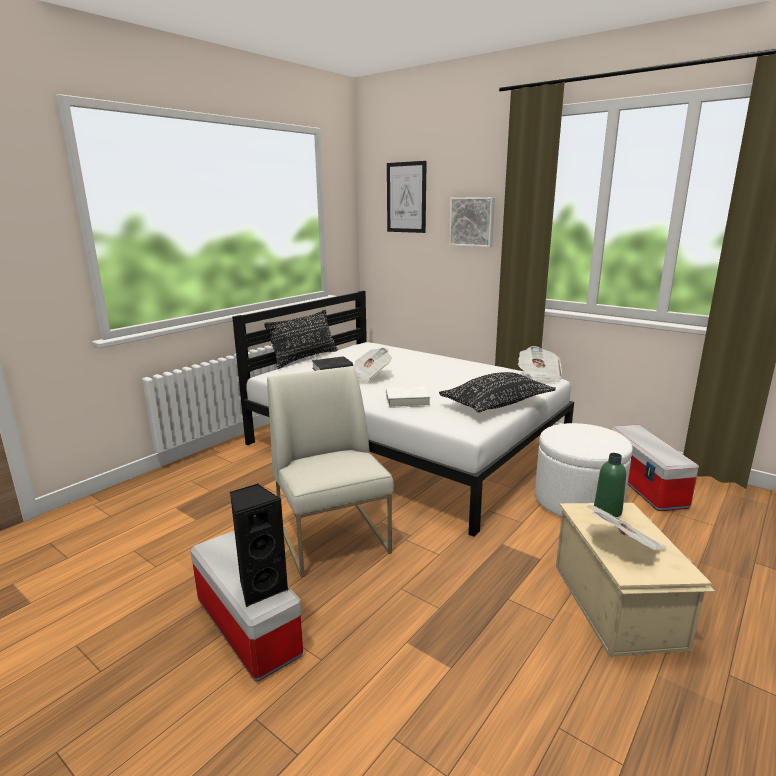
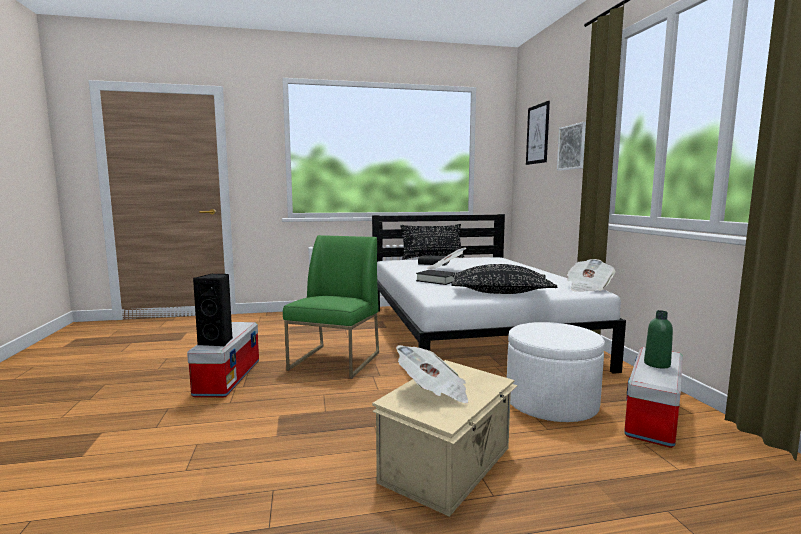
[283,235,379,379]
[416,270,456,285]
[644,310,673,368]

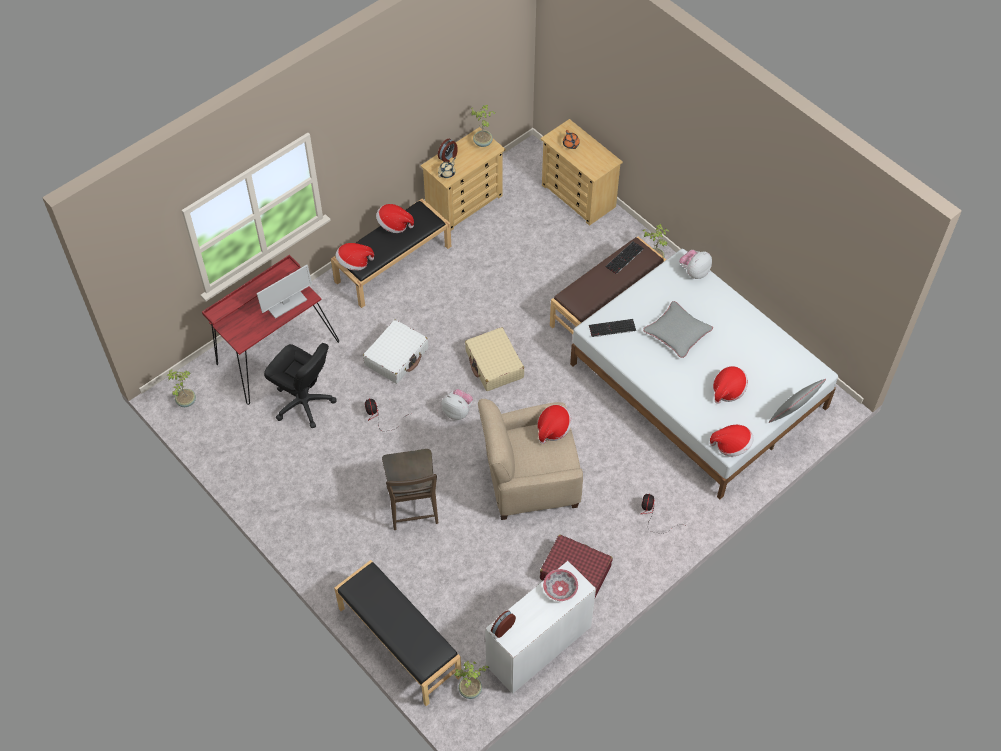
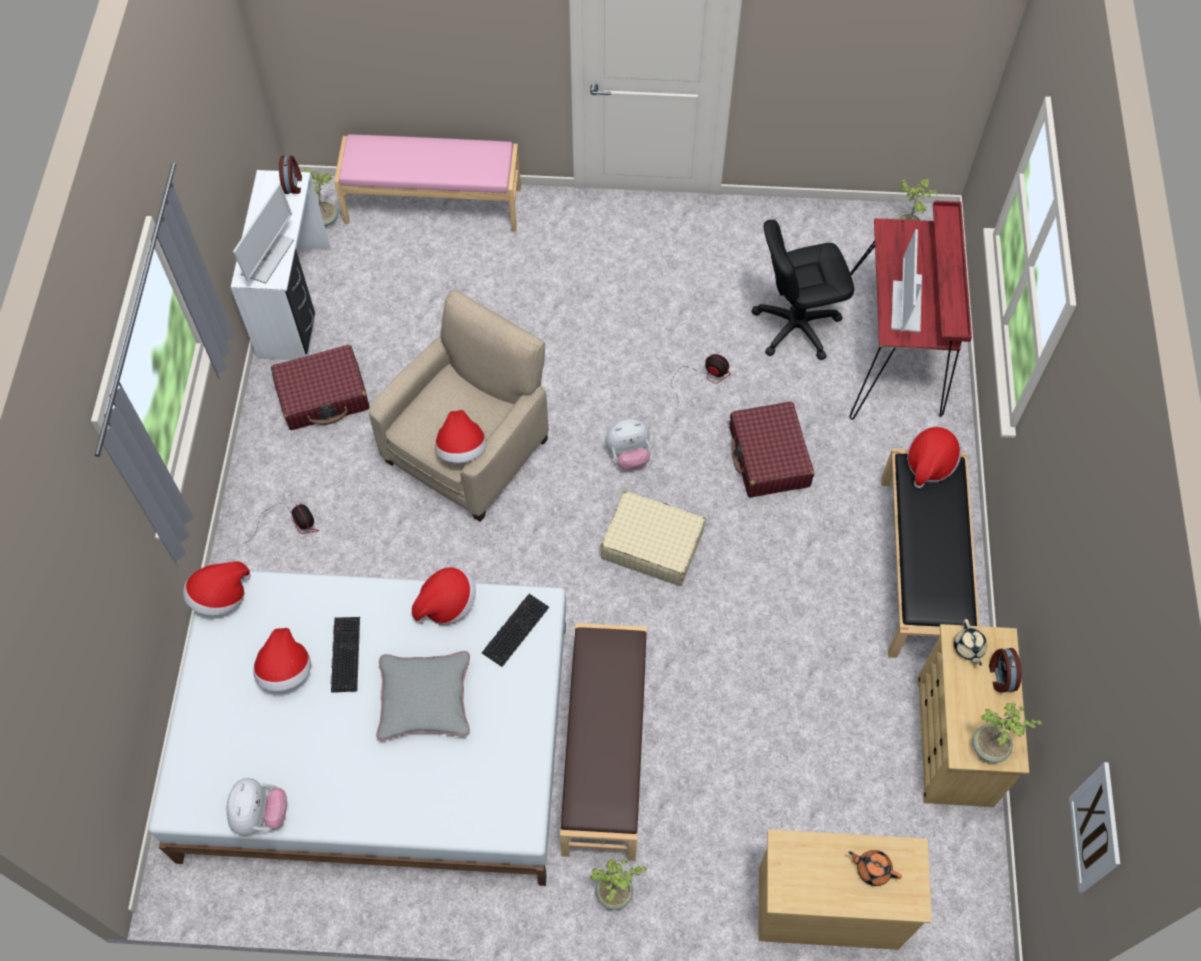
[334,134,521,232]
[730,402,814,497]
[412,567,476,625]
[382,449,438,530] (first image)
[233,183,294,284]
[331,617,360,693]
[227,778,287,835]
[769,379,826,423] (first image)
[1069,762,1120,893]

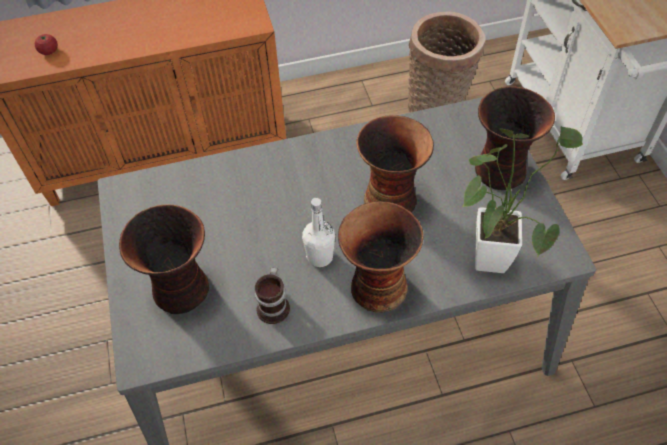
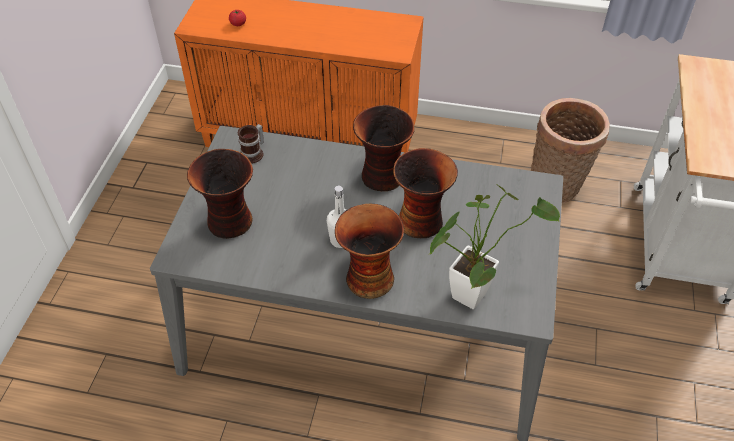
[238,124,264,164]
[353,105,415,191]

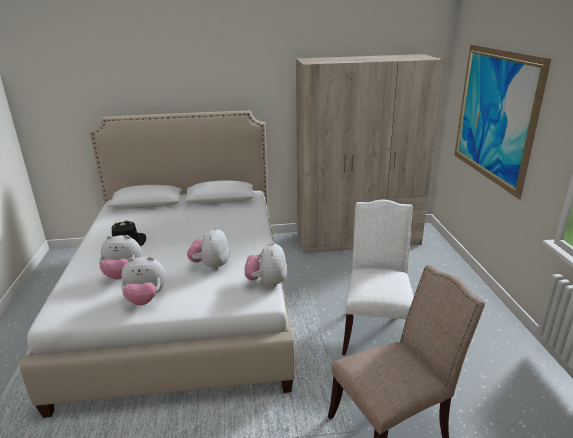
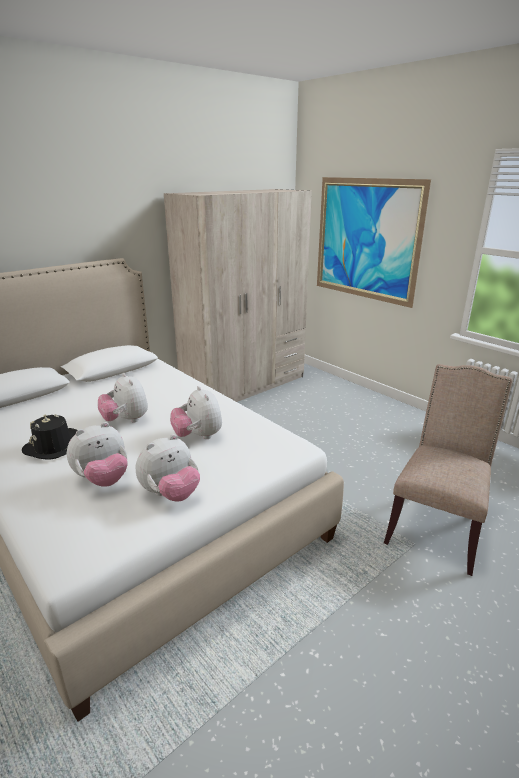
[98,373,148,423]
[342,200,414,355] (first image)

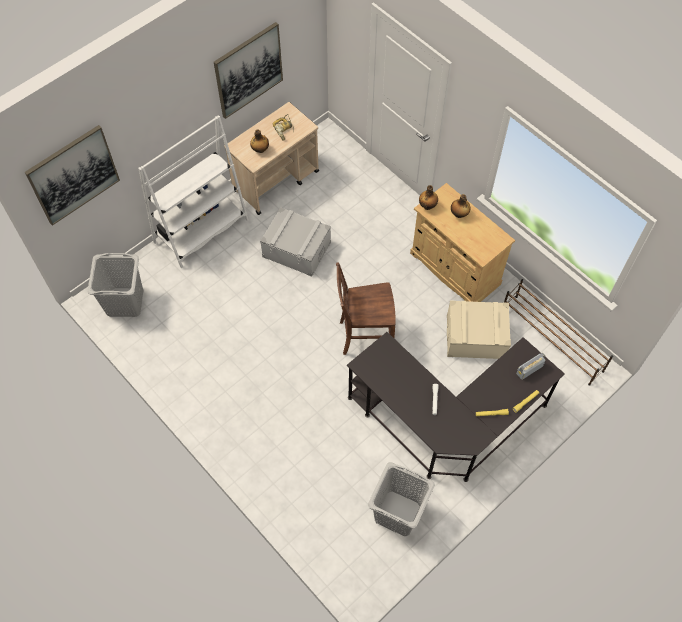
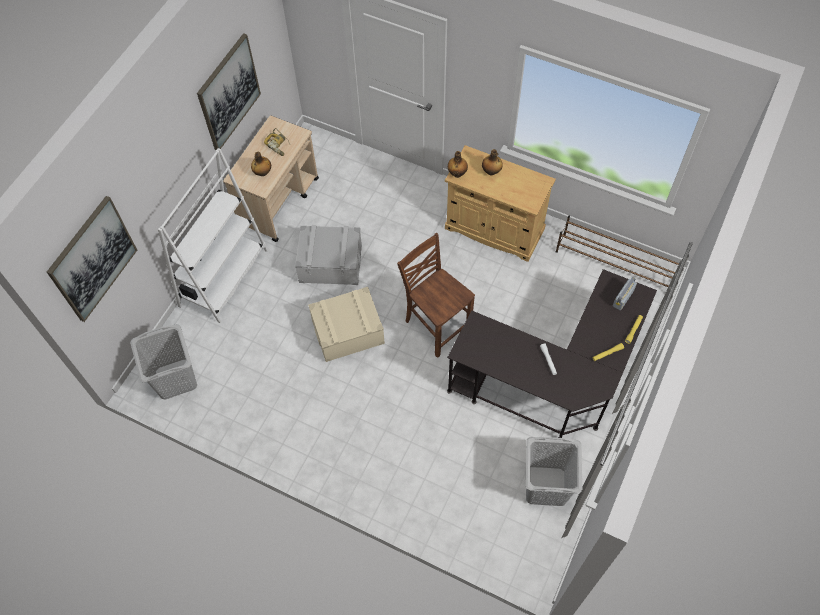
[397,233,475,358]
[308,287,385,362]

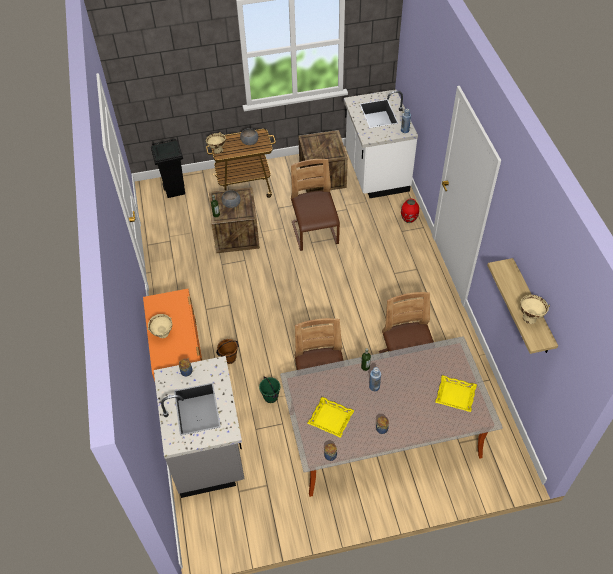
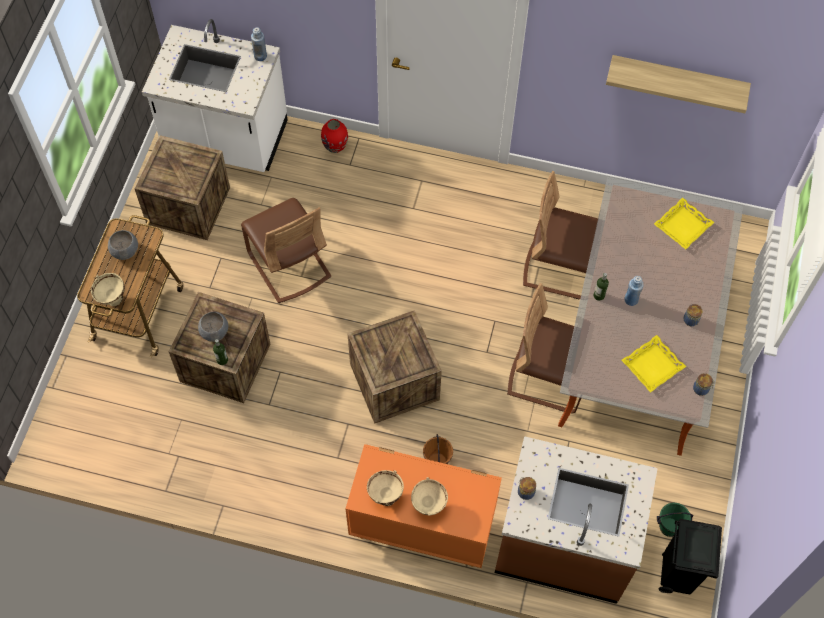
[659,519,722,594]
[495,436,658,604]
[657,503,694,537]
[241,198,331,303]
[367,470,404,506]
[347,310,442,424]

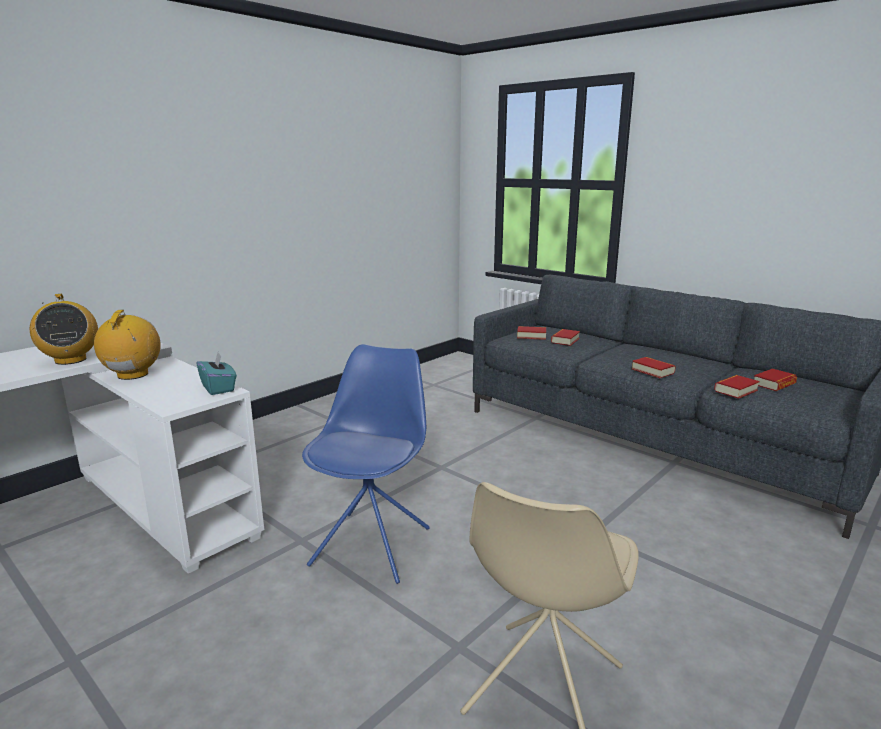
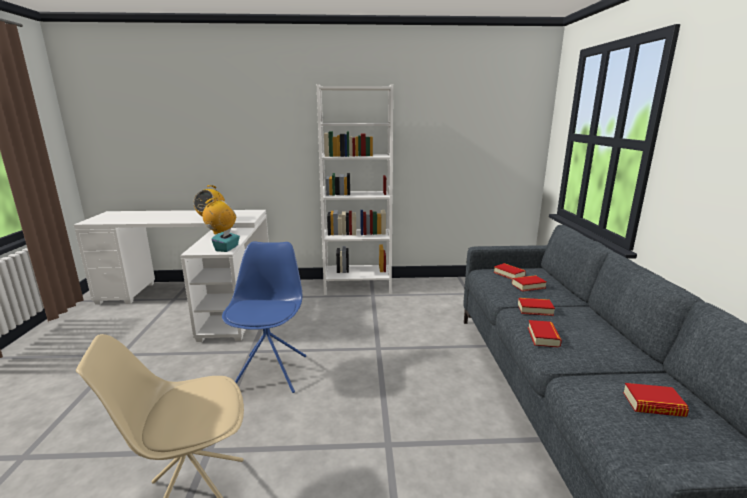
[222,241,306,393]
[518,298,555,316]
[317,84,393,295]

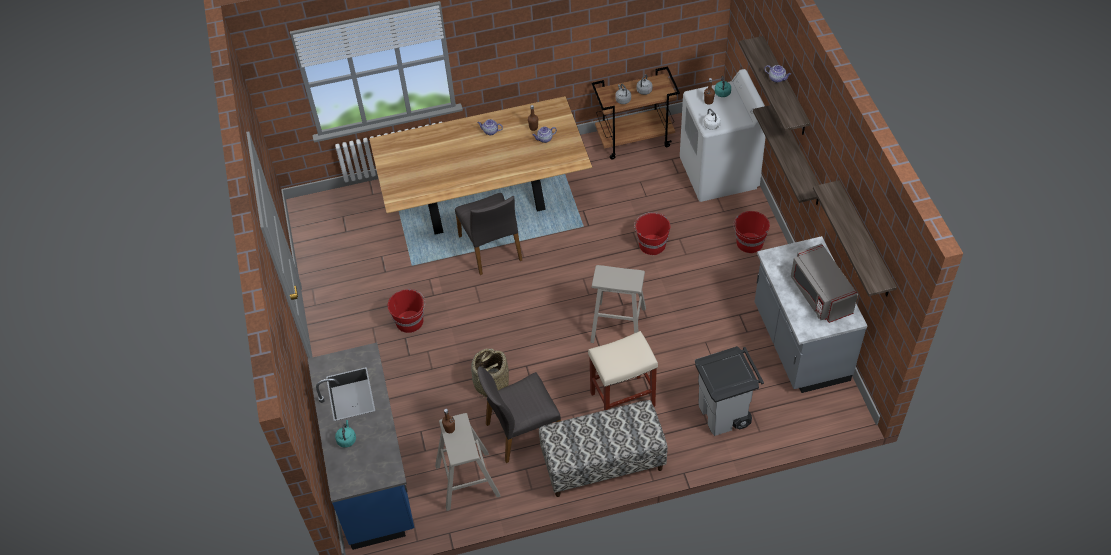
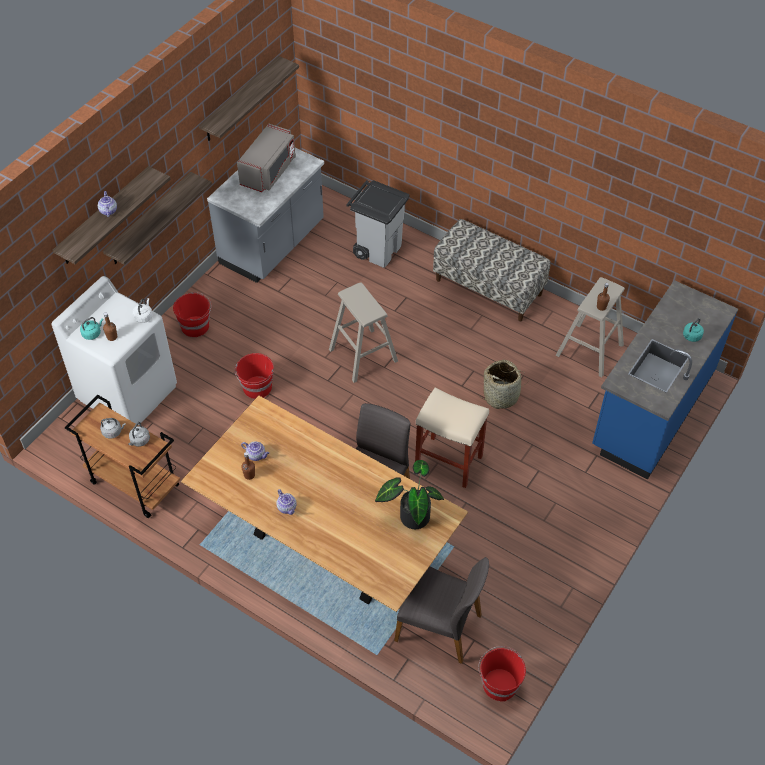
[478,646,526,702]
[394,557,489,664]
[415,388,489,488]
[375,460,444,529]

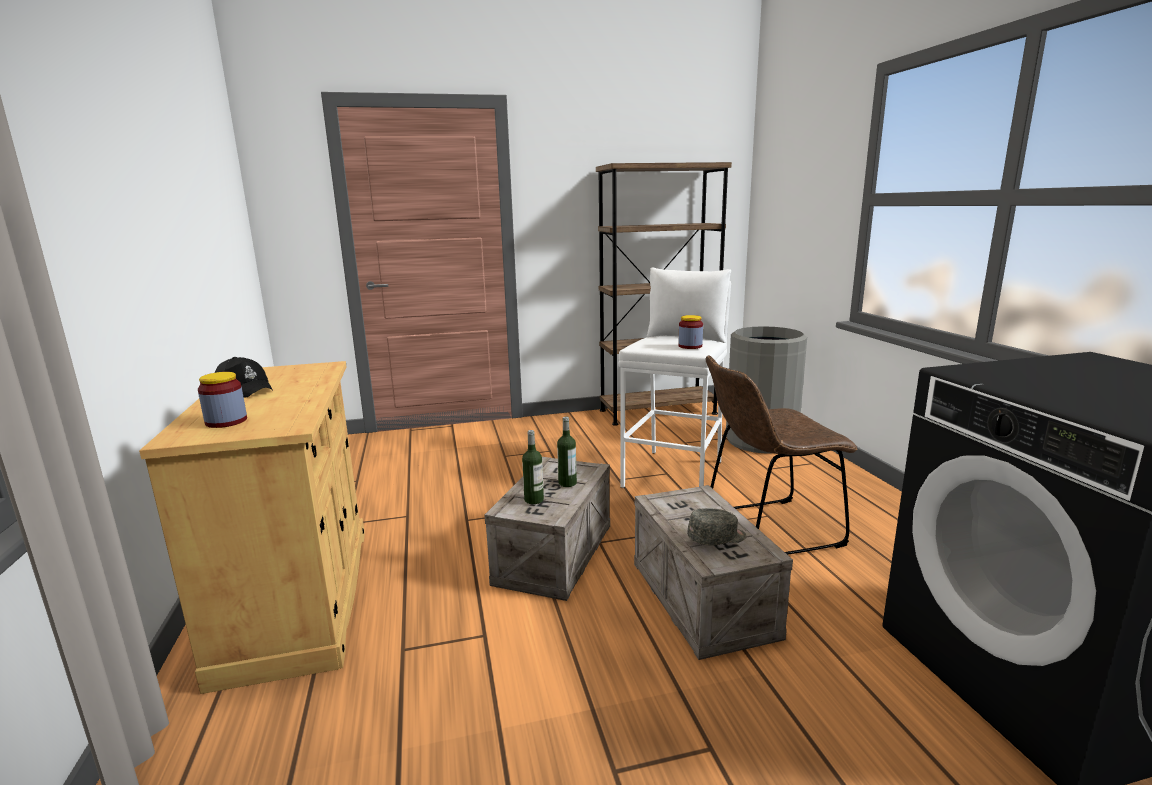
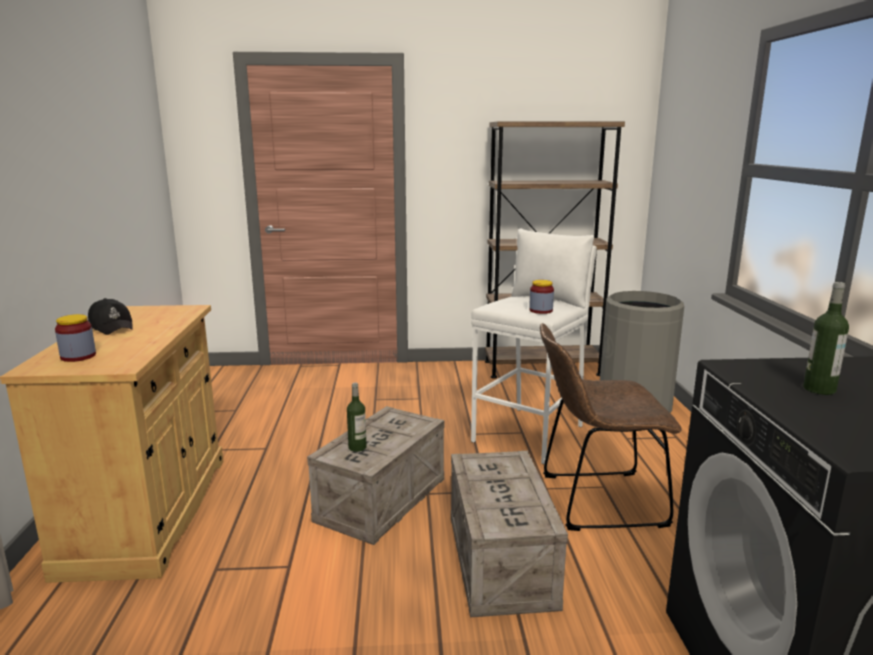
[803,282,849,395]
[687,508,746,545] (first image)

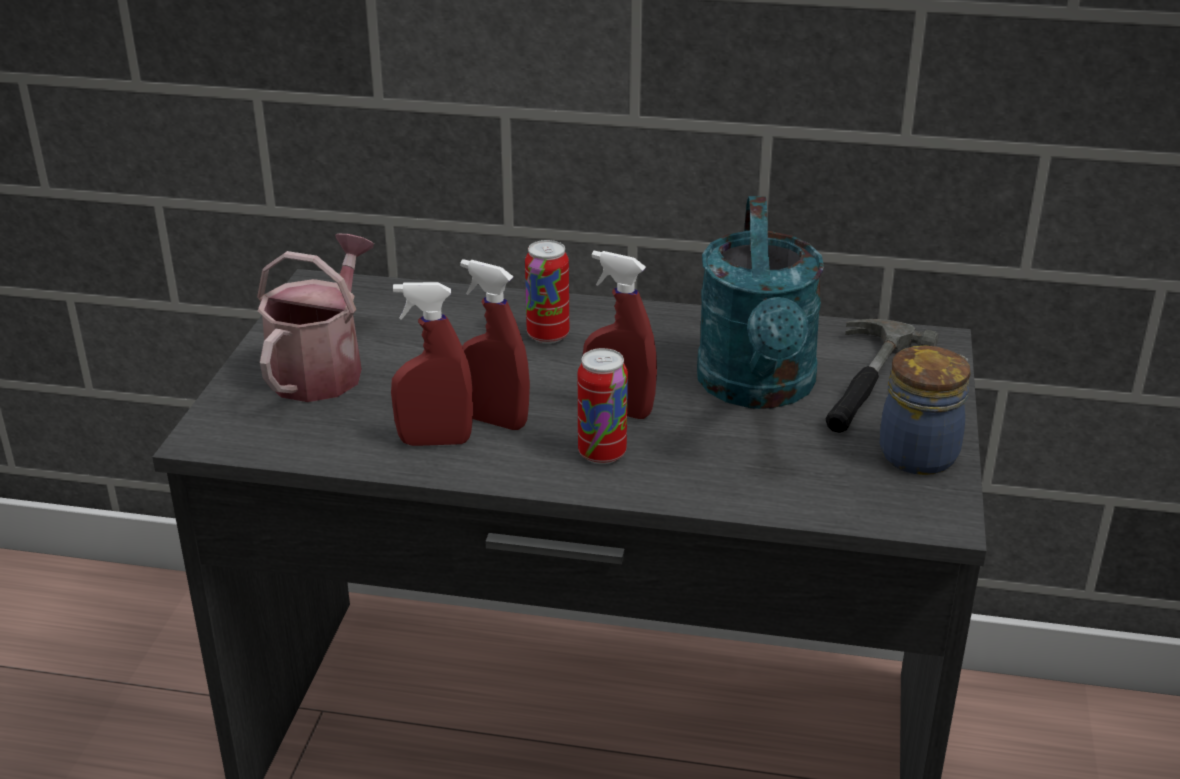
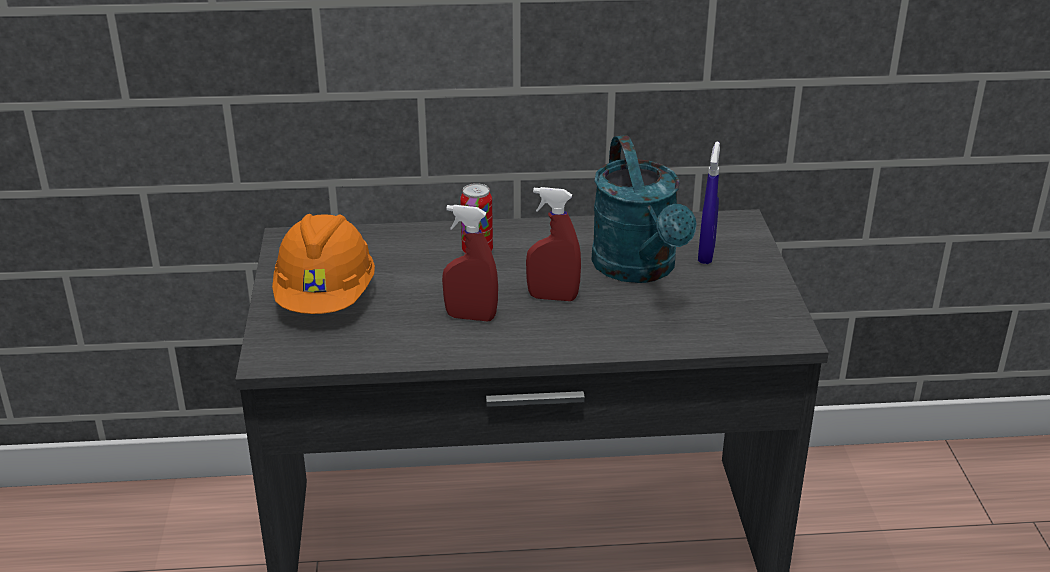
[272,214,375,314]
[391,282,473,446] (first image)
[578,348,628,464] (first image)
[698,142,720,264]
[879,346,970,475] (first image)

